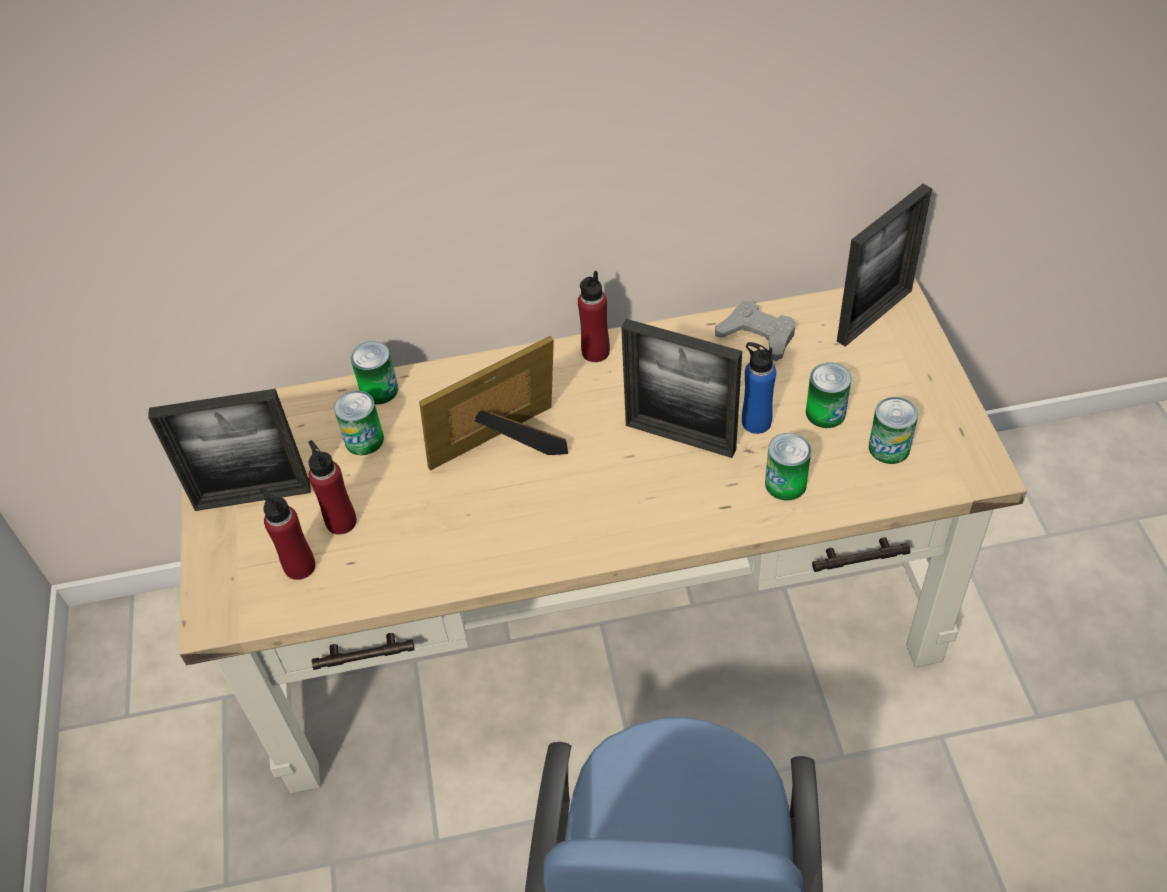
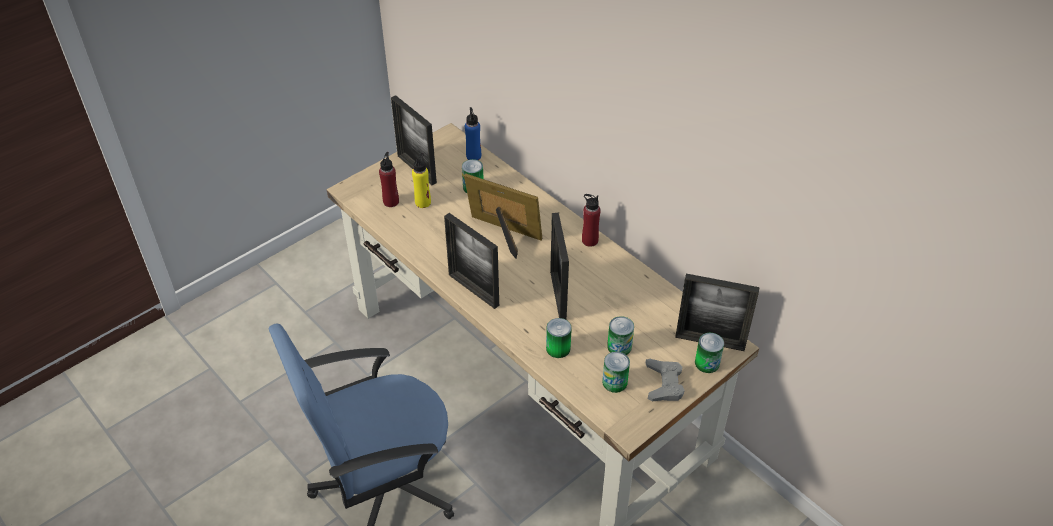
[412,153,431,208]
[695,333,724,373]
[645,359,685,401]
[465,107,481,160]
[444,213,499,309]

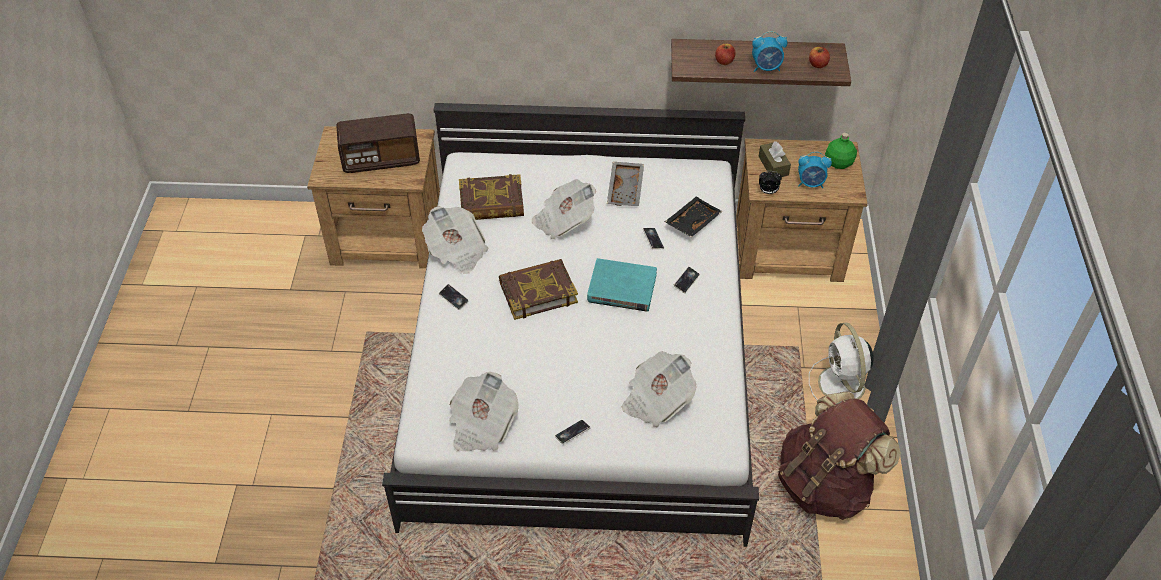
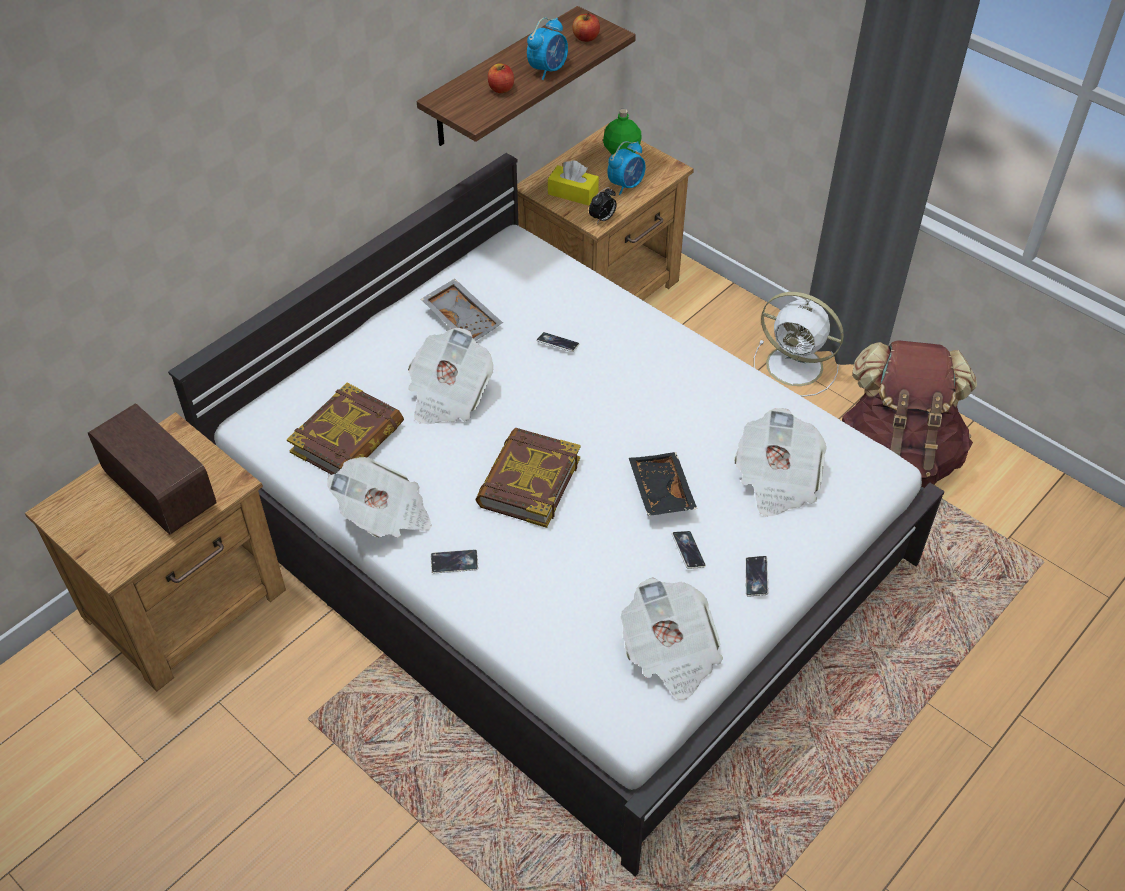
[88,403,216,535]
[587,258,657,312] (first image)
[629,452,697,516]
[672,531,706,569]
[548,160,599,206]

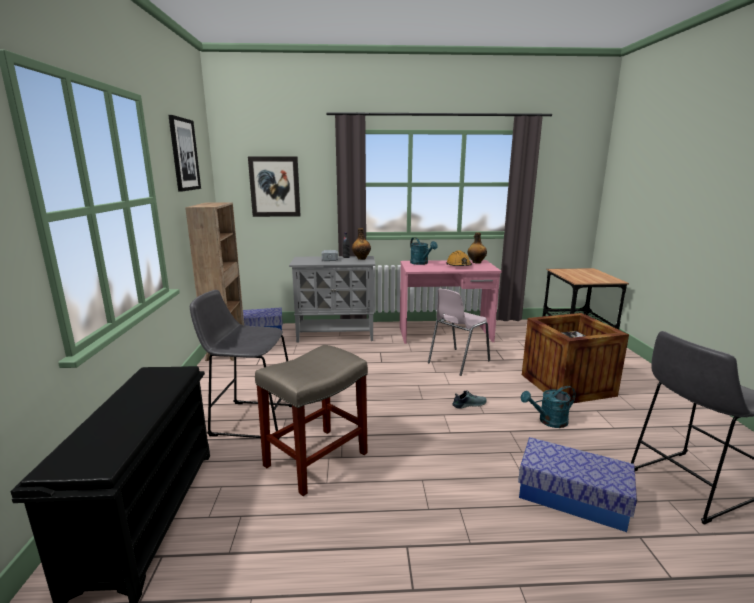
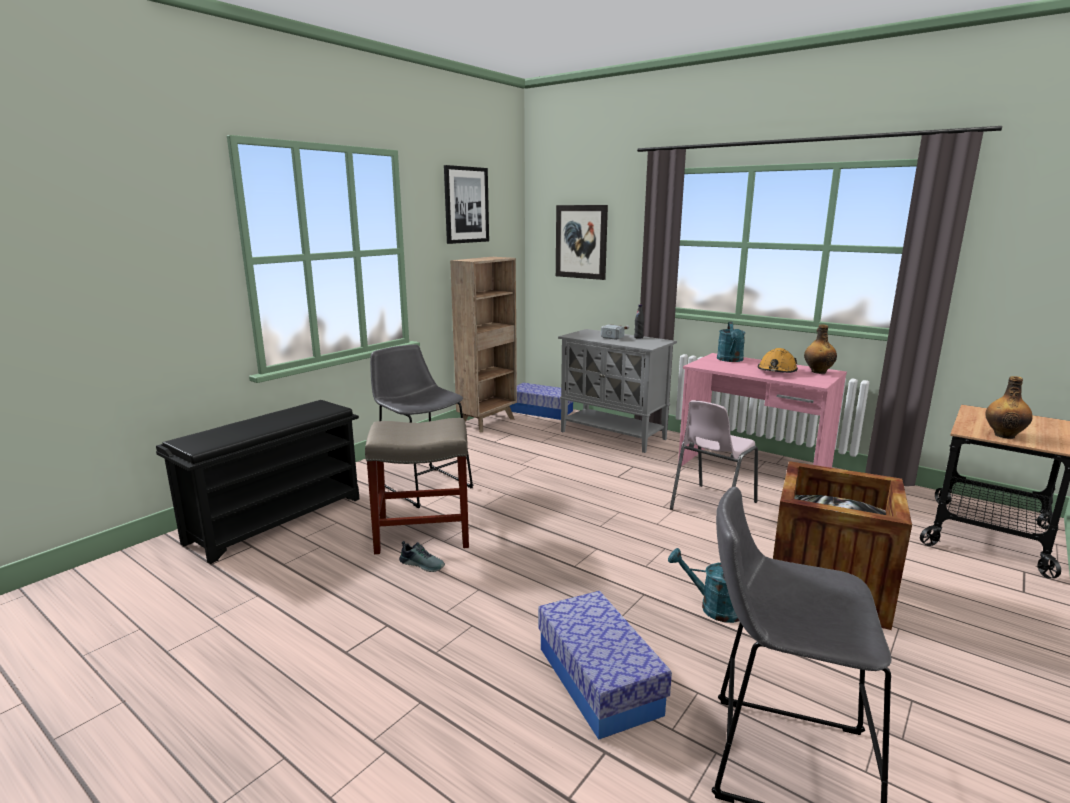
[985,376,1032,439]
[670,400,758,510]
[399,541,445,572]

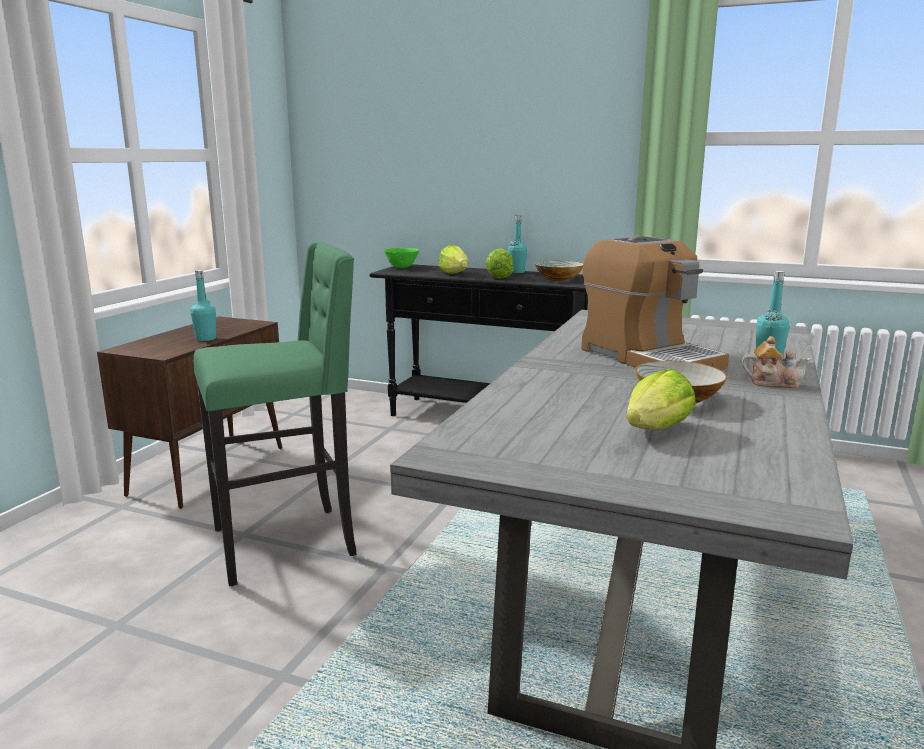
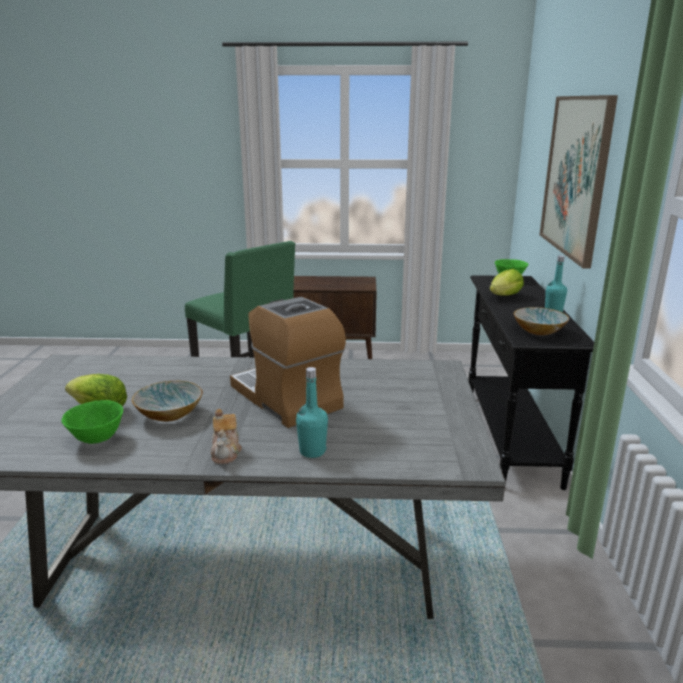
[190,270,216,341] (first image)
[485,249,513,279] (first image)
[230,297,346,428]
[62,400,123,444]
[540,95,618,268]

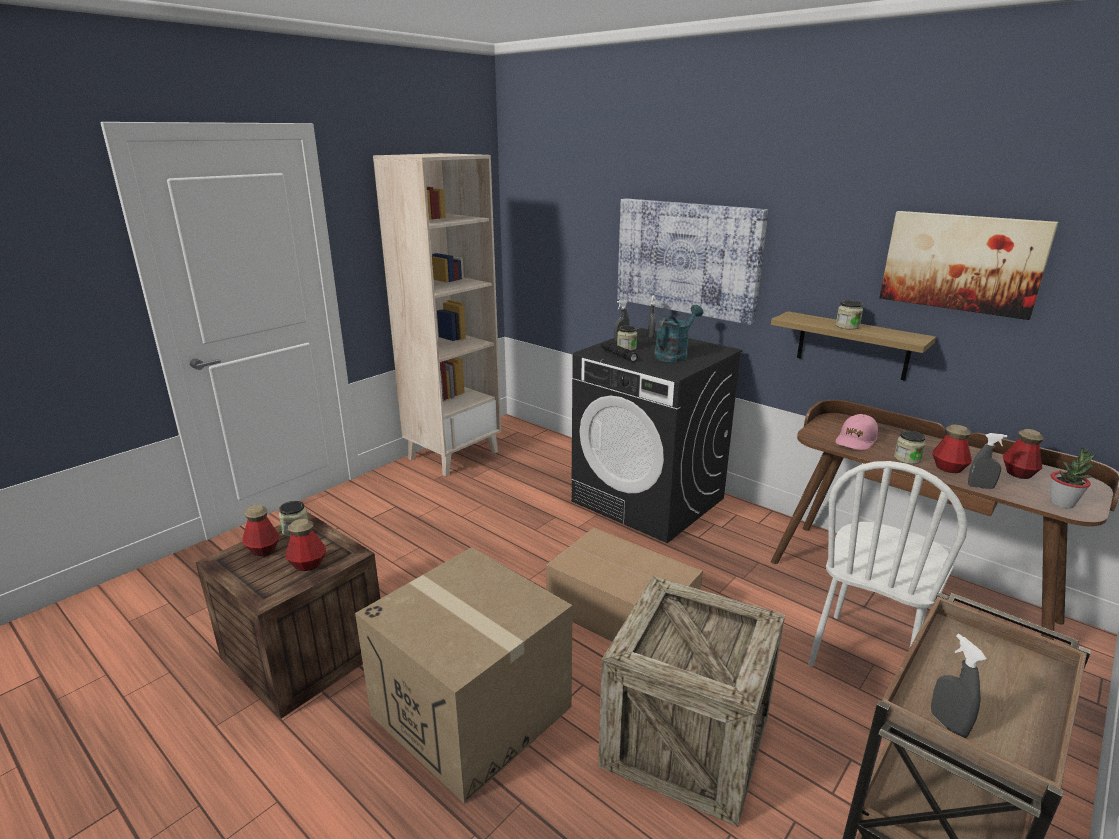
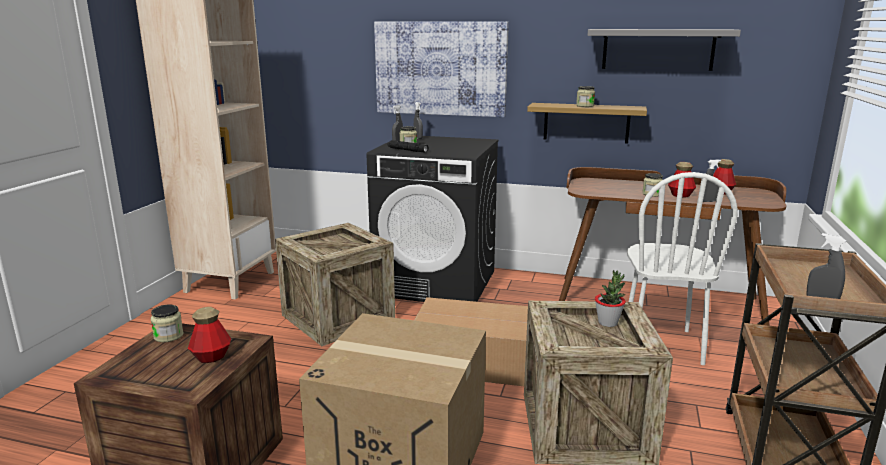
[242,505,279,556] (first image)
[654,305,703,362] (first image)
[836,414,878,450] (first image)
[588,29,741,71]
[595,270,626,327]
[275,223,395,346]

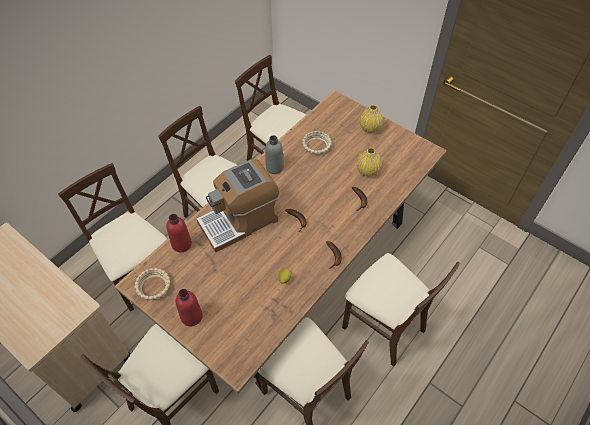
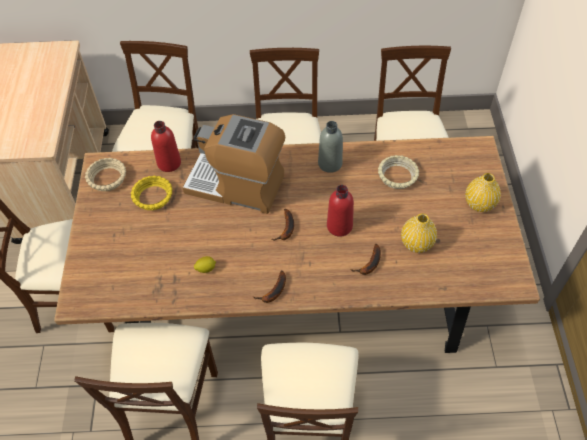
[327,185,354,237]
[131,175,173,210]

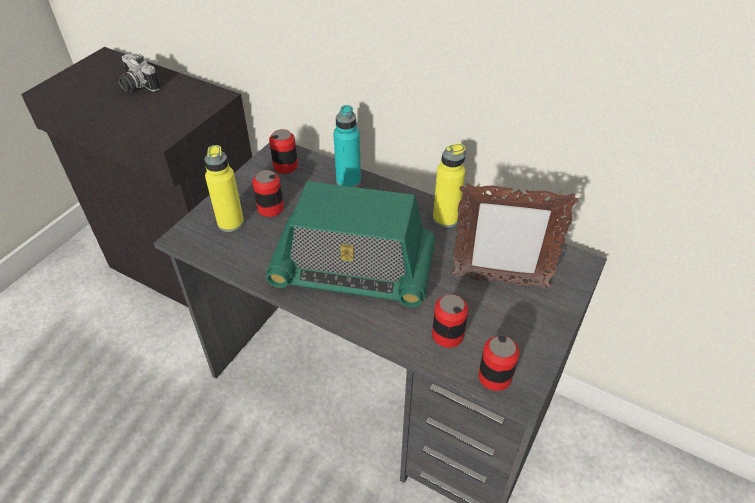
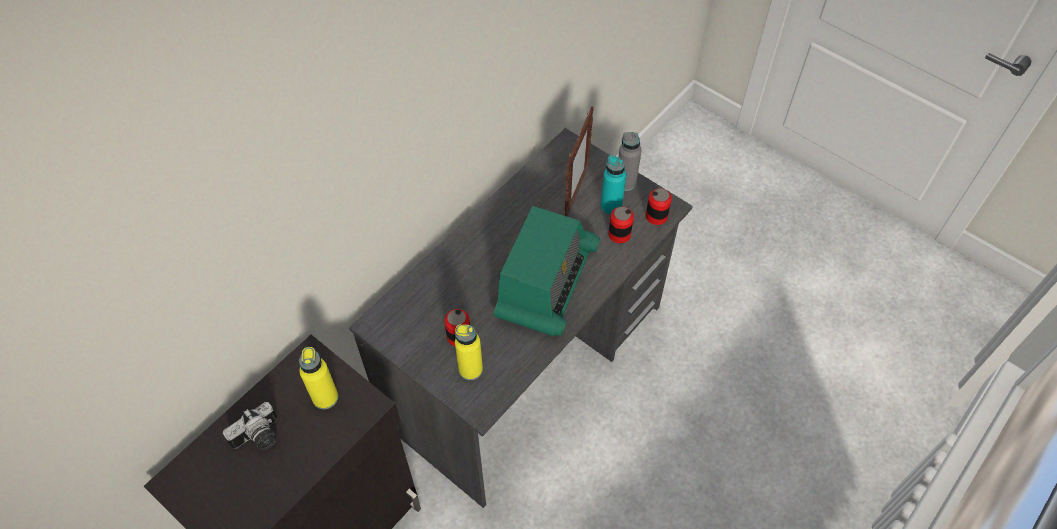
[269,129,298,174] (first image)
[600,155,626,216]
[299,347,338,409]
[618,132,642,191]

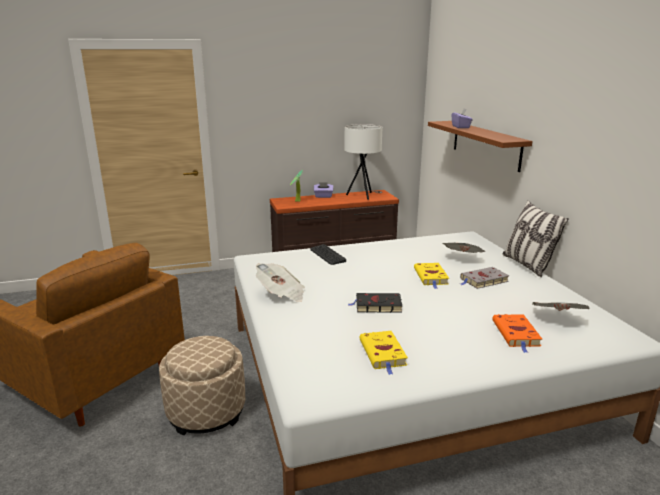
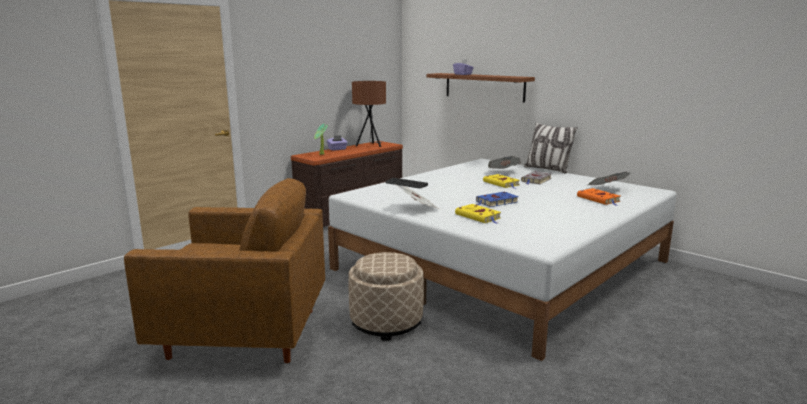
[352,81,386,147]
[476,192,519,207]
[455,204,501,224]

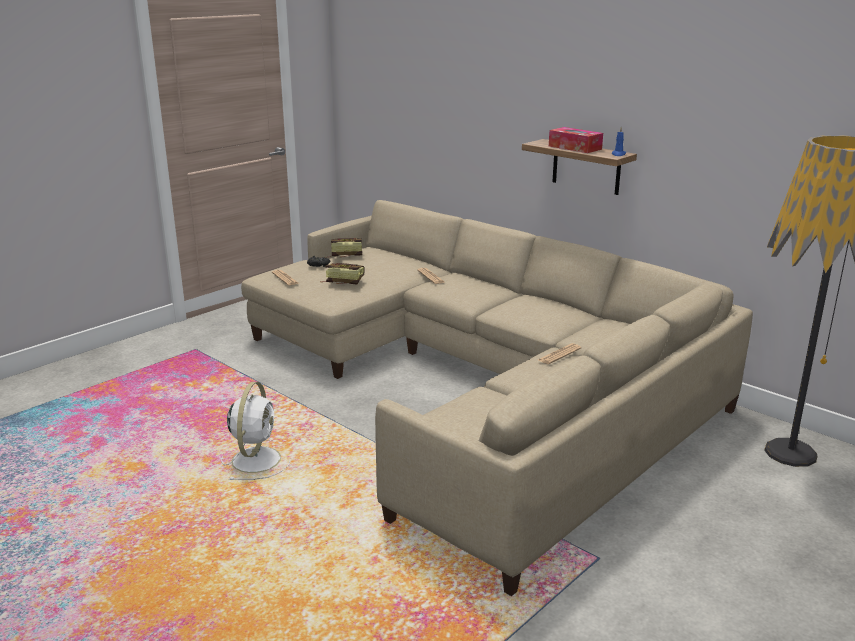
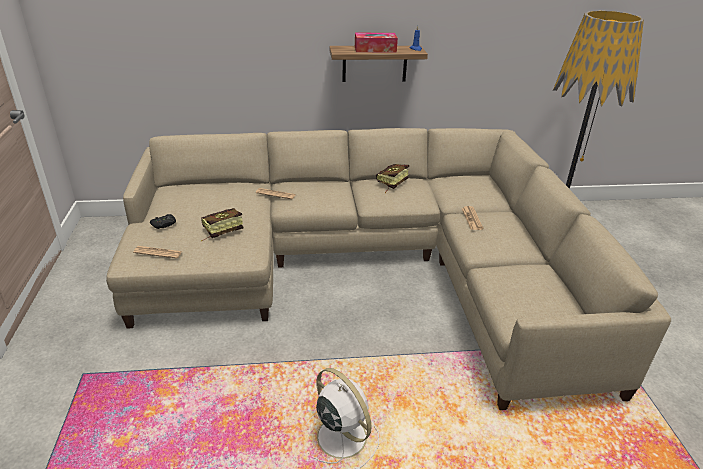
[376,164,409,193]

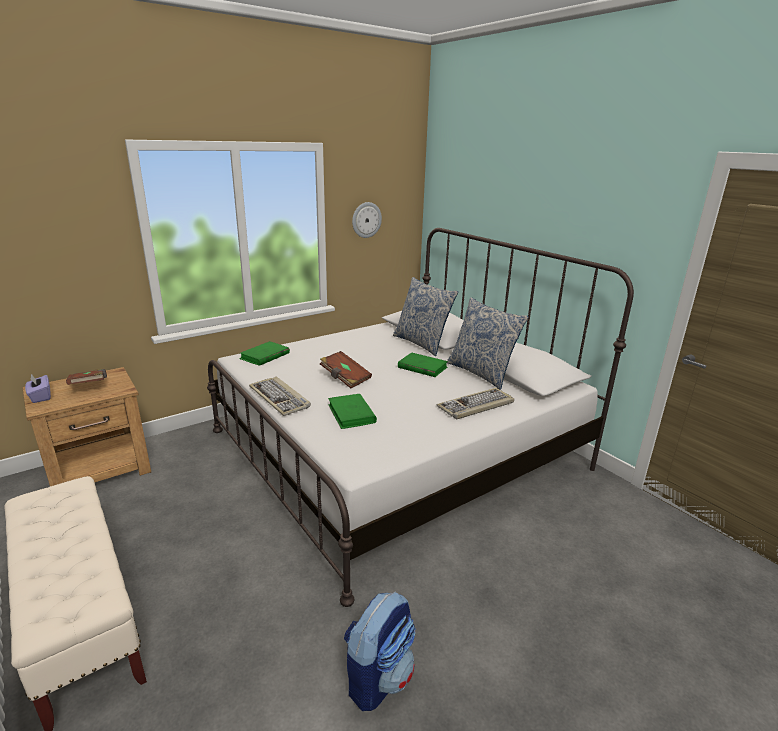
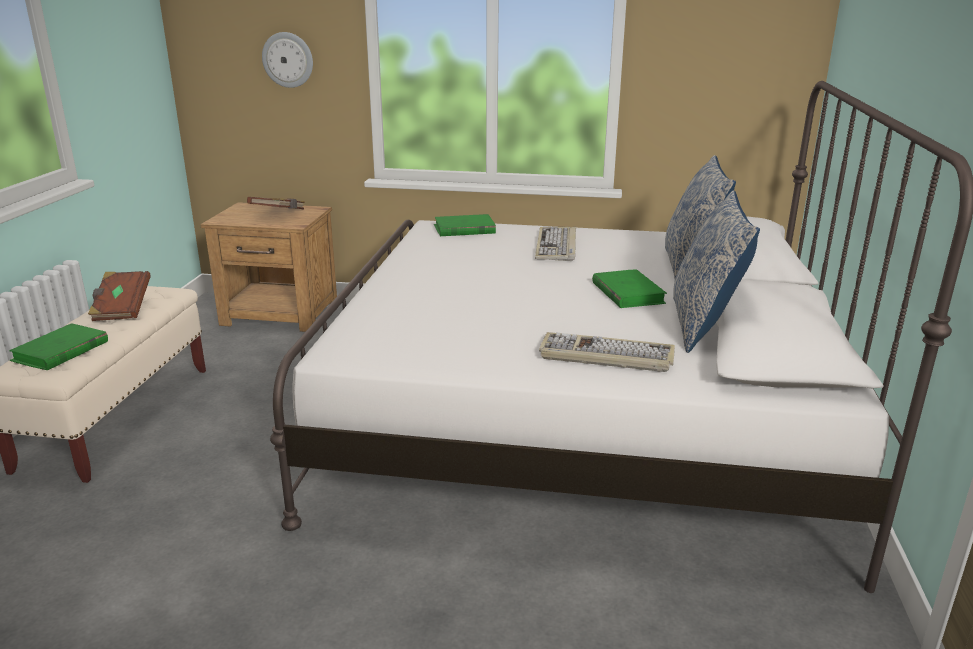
[25,374,51,403] (first image)
[535,227,576,261]
[88,271,151,321]
[9,323,108,370]
[344,592,416,711] (first image)
[262,32,313,88]

